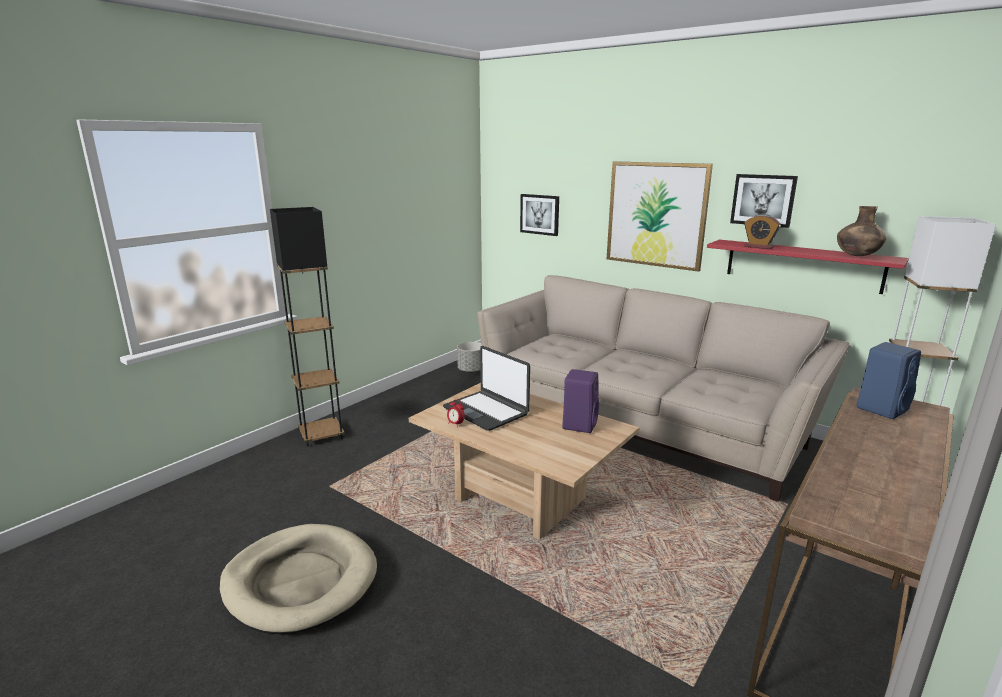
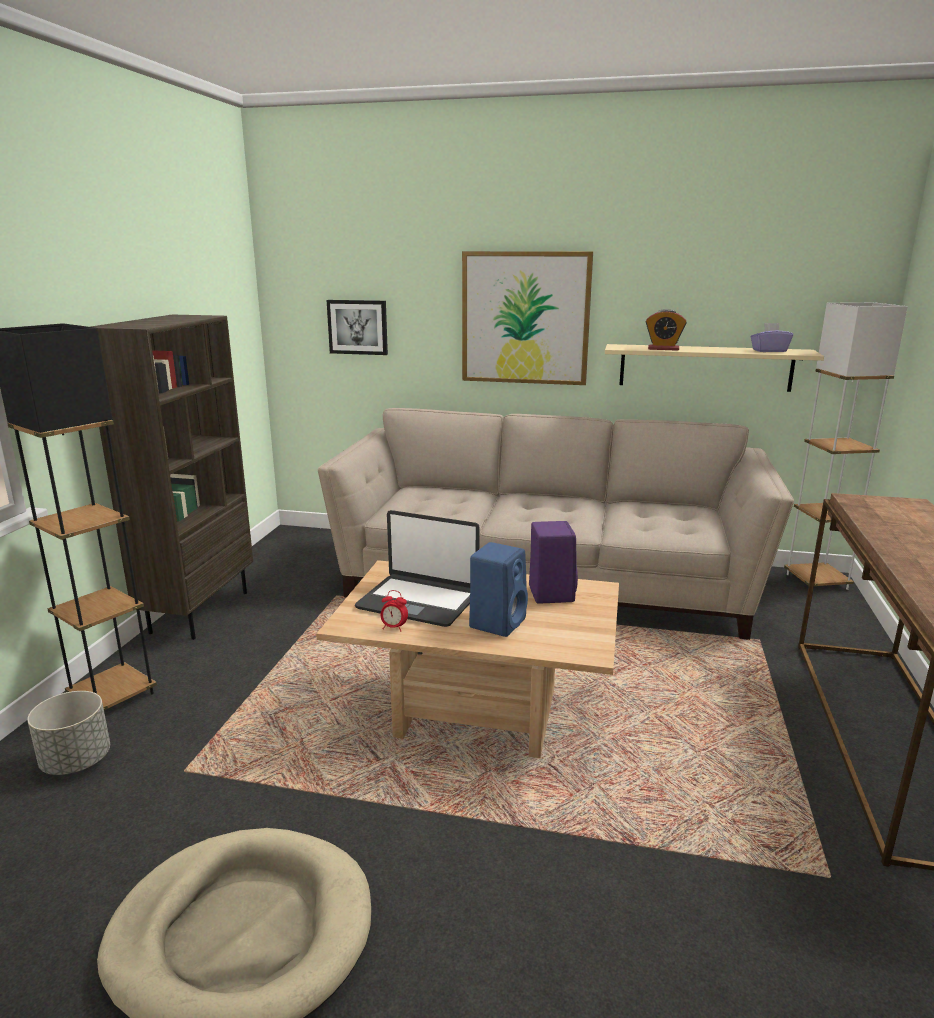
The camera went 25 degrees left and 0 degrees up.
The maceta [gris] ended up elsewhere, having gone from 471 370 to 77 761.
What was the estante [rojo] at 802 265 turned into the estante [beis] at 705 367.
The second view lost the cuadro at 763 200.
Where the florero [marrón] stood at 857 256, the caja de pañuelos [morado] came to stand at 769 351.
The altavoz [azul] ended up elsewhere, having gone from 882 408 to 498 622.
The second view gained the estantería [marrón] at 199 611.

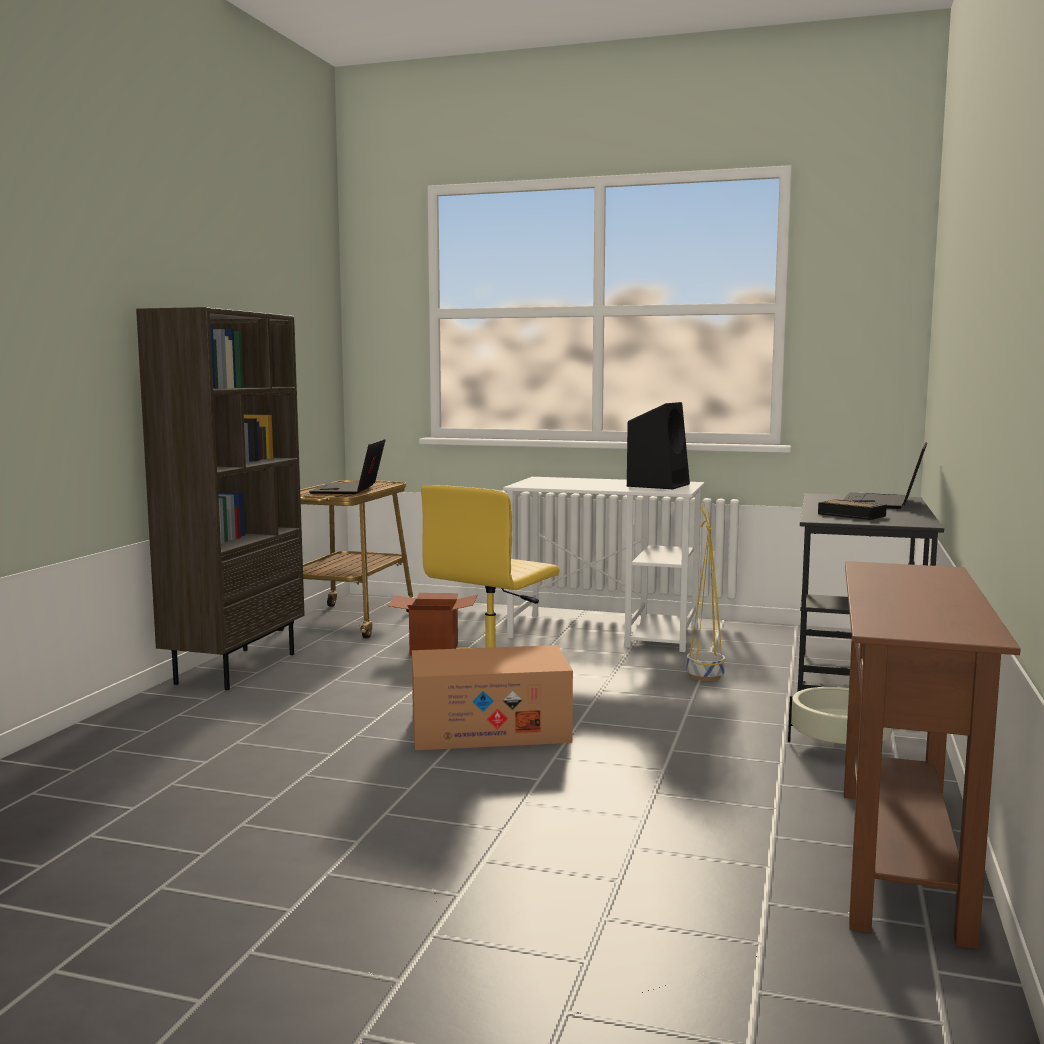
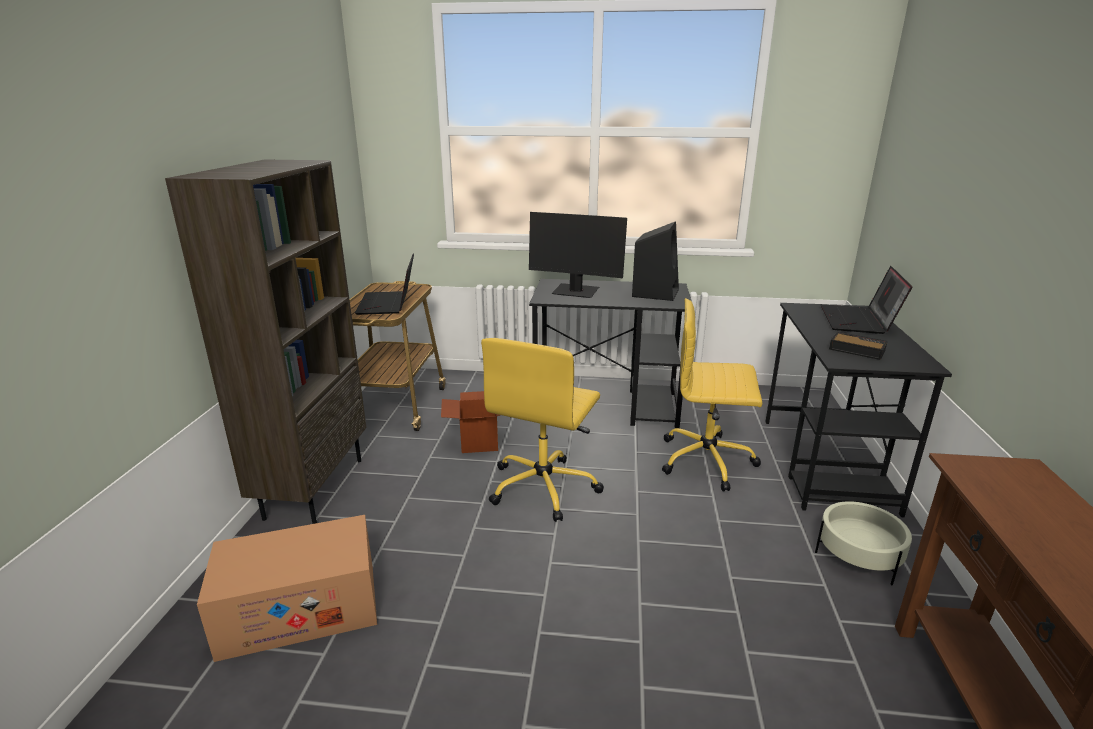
The camera went 10 degrees left and 15 degrees up.
The caja de cartón ended up elsewhere, having gone from 489 729 to 300 609.
What was the escritorio [blanco] at 605 633 turned into the escritorio [negro] at 608 406.
Where the maceta [amarillo] stood at 704 675, the silla de oficina [amarillo] came to stand at 708 460.
The second view gained the monitor at 575 292.

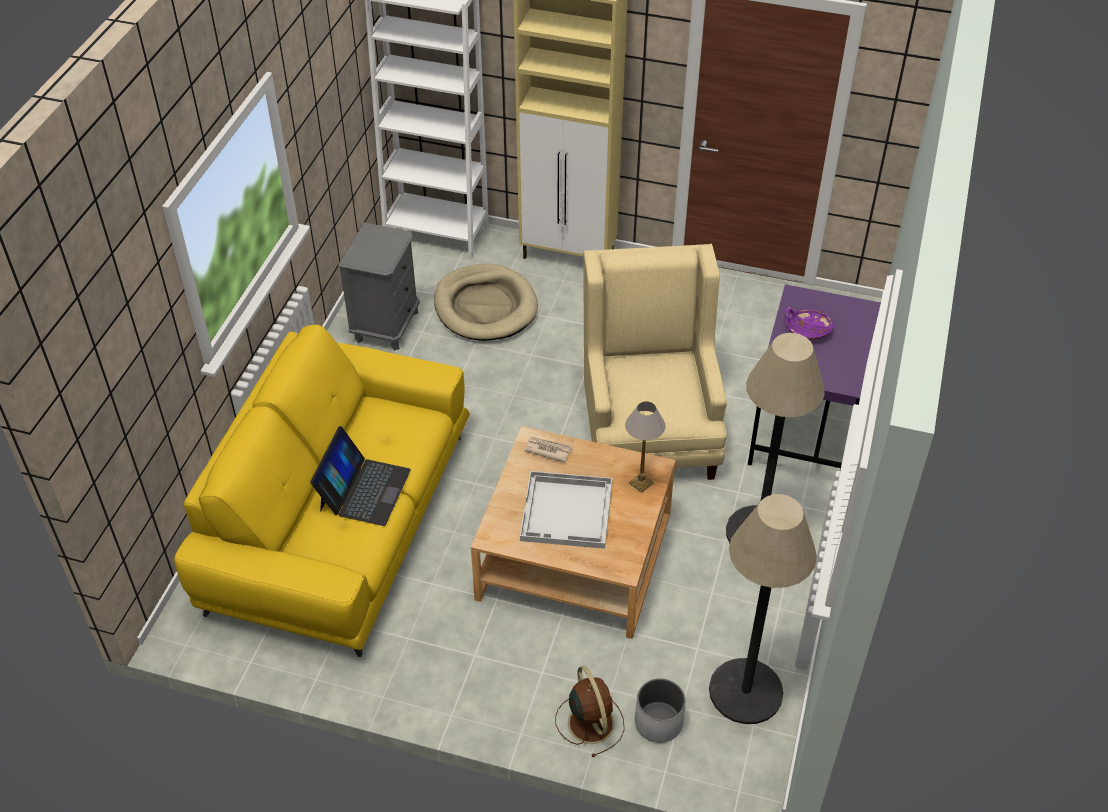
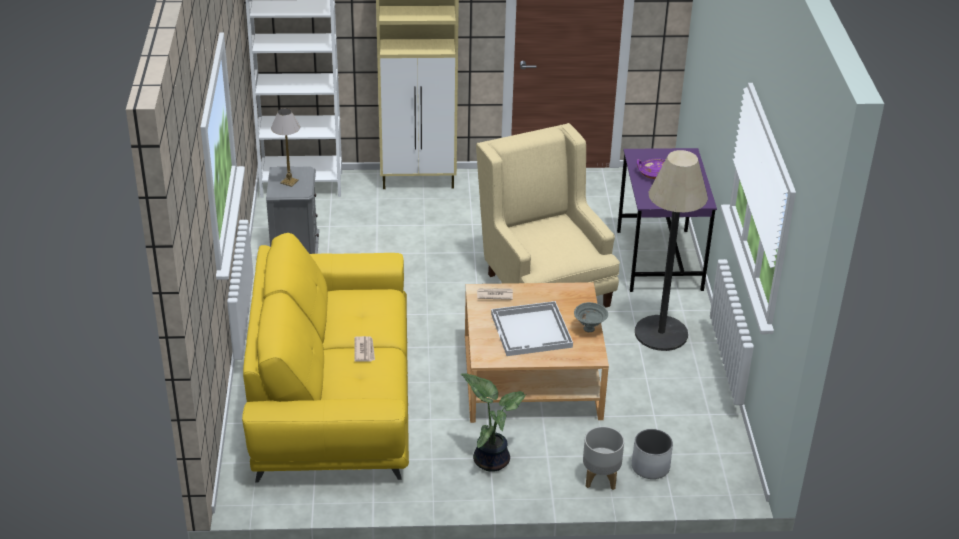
The camera went 20 degrees left and 10 degrees down.
Where the portátil stood at 364 490, the periódico came to stand at 364 350.
The second view lost the cama para perro [beis] at 485 306.
Where the ventilador [marrón] stood at 590 721, the maceta [gris] came to stand at 600 478.
The lámpara de mesa ended up elsewhere, having gone from 641 483 to 289 182.
The second view lost the lámpara de pie at 745 691.
The second view gained the planta en maceta at 491 459.
The second view gained the cuenco [gris] at 589 329.

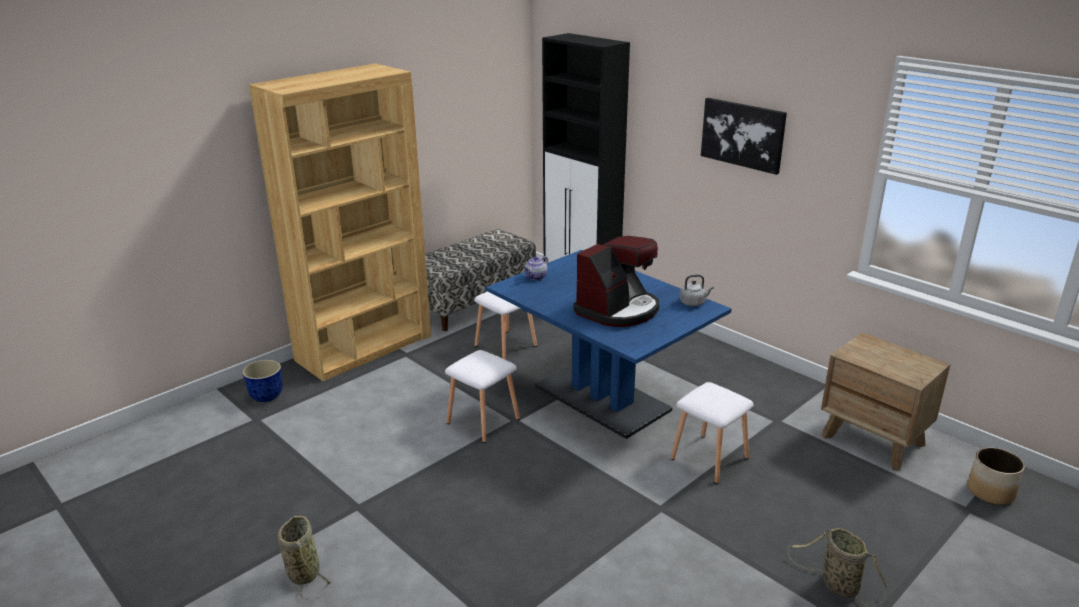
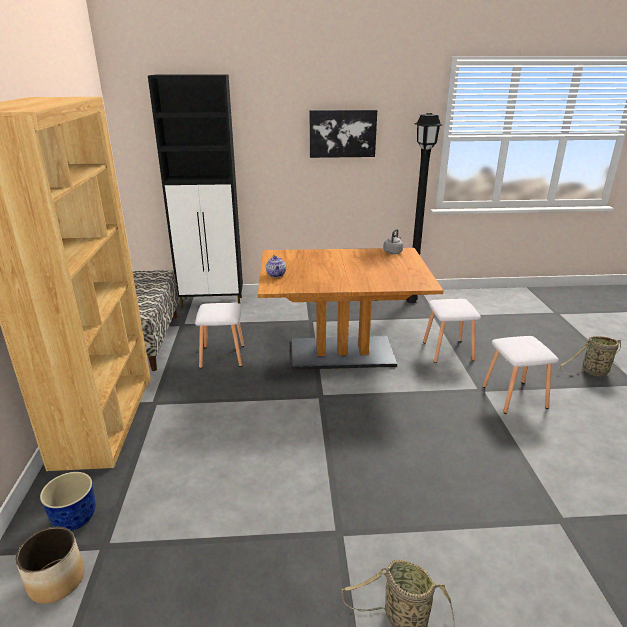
The camera went 50 degrees left and 0 degrees up.
The taburete [blanco] ended up elsewhere, having gone from 482 421 to 513 397.
What was the mesa de comedor [azul] at 602 398 turned into the mesa de comedor [marrón] at 342 353.
The second view lost the cafetera at 618 310.
The second view lost the mesita de noche [marrón] at 873 440.
The maceta ended up elsewhere, having gone from 990 491 to 56 580.
The second view gained the lámpara de pie [negro] at 411 300.

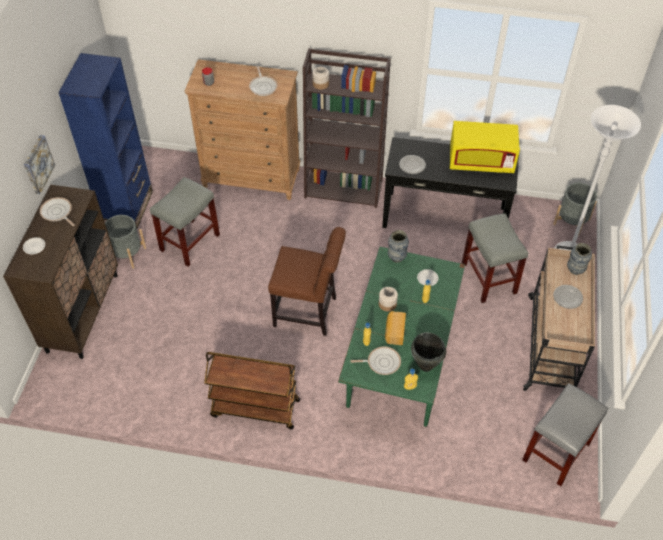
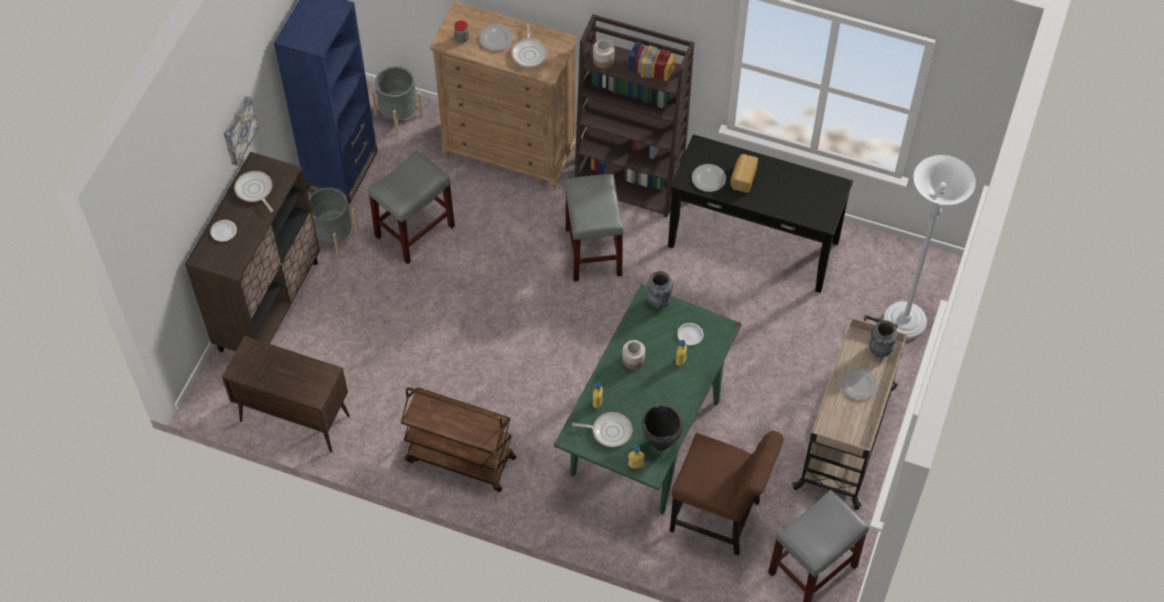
The camera went 10 degrees right and 5 degrees up.
The silla [marrón] ended up elsewhere, having gone from 309 313 to 719 518.
The pan ended up elsewhere, having gone from 394 332 to 742 178.
The second view lost the microondas [amarillo] at 481 161.
The taburete [gris] ended up elsewhere, having gone from 489 279 to 594 252.
The maceta [gris] ended up elsewhere, having gone from 571 222 to 399 115.
The second view gained the armario [marrón] at 293 418.
The second view gained the plato at 496 39.

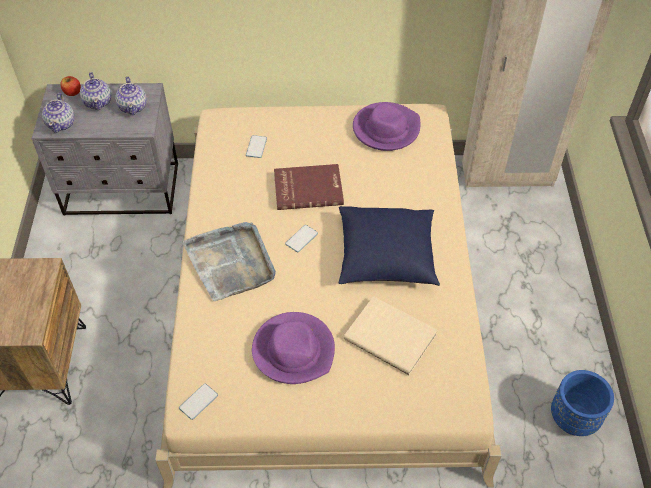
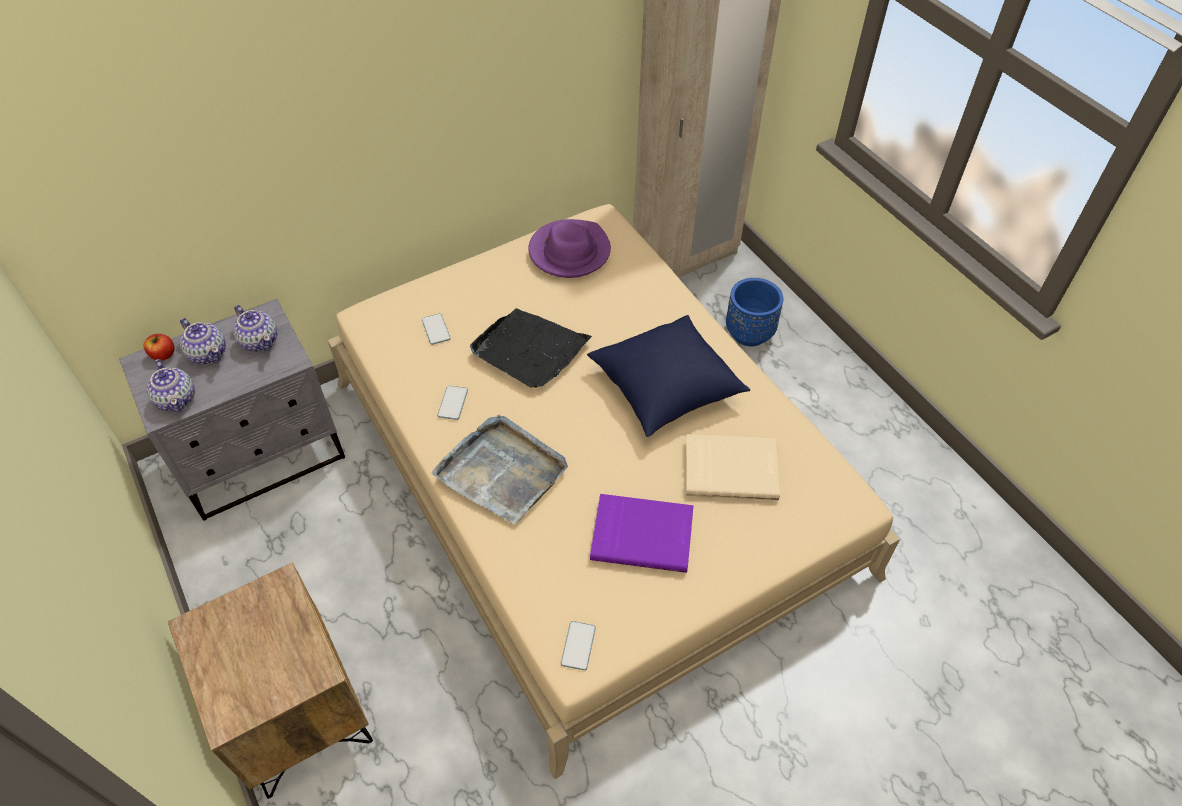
The camera went 30 degrees left and 0 degrees up.
Where the sombrero [morado] stood at 294 350, the libro [morado] came to stand at 642 533.
Where the libro [rojo] stood at 308 188, the bandeja [negro] came to stand at 529 350.
The móvil ended up elsewhere, having gone from 301 239 to 453 403.
The maceta [azul] ended up elsewhere, having gone from 573 419 to 749 333.

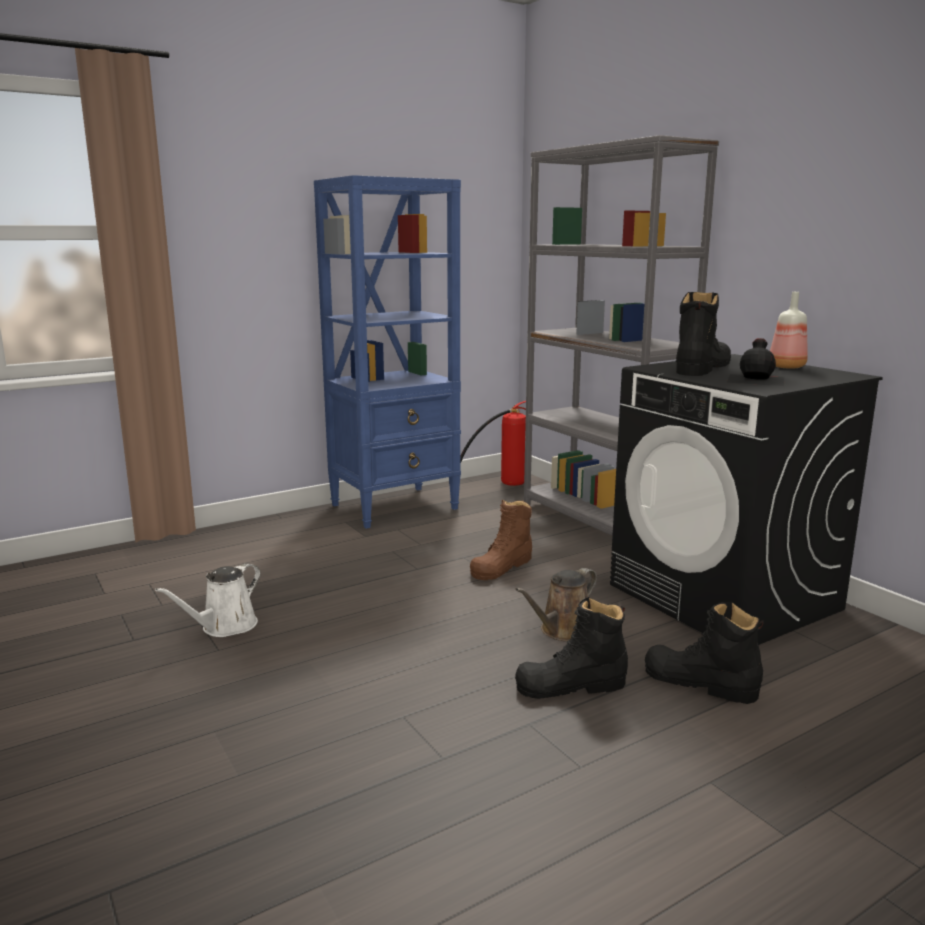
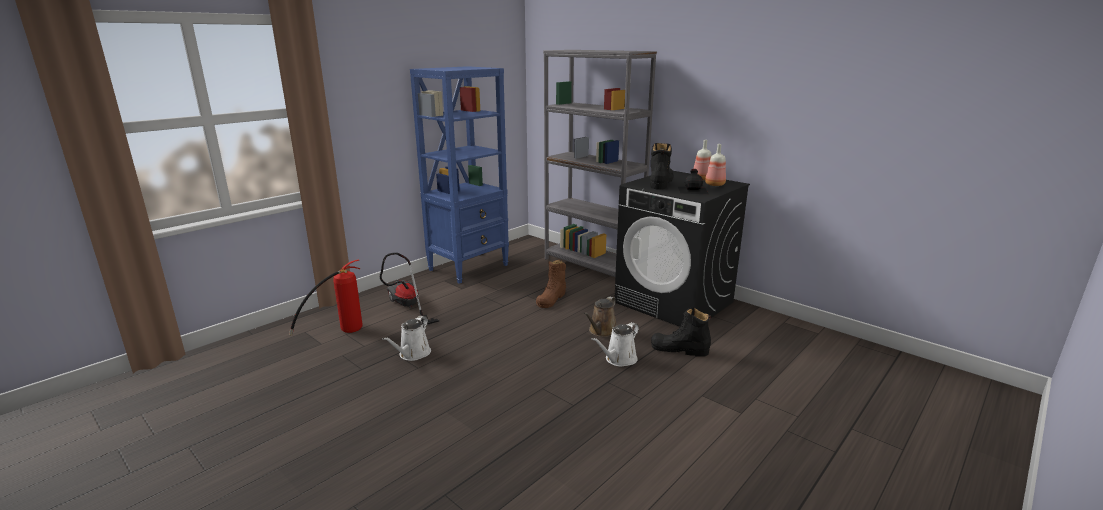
The camera went 15 degrees left and 5 degrees up.
The extintor ended up elsewhere, having gone from 501 485 to 340 333.
Where the bota [negro] stood at 571 685, the regadera [blanco] came to stand at 619 359.
The second view gained the aspiradora at 406 307.
The second view gained the botella at 714 184.

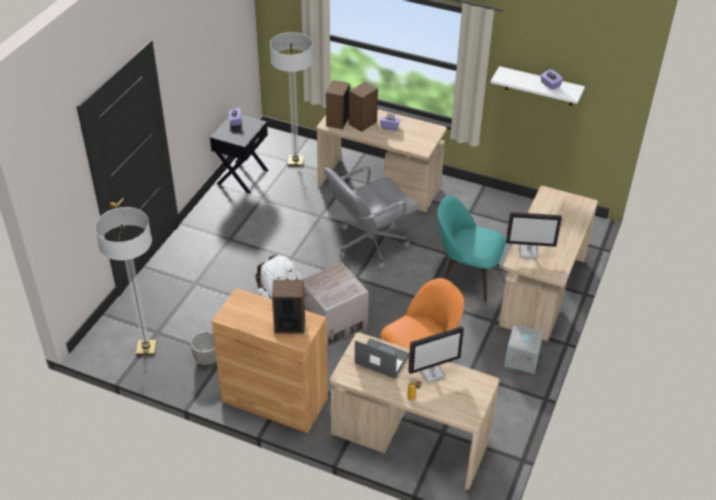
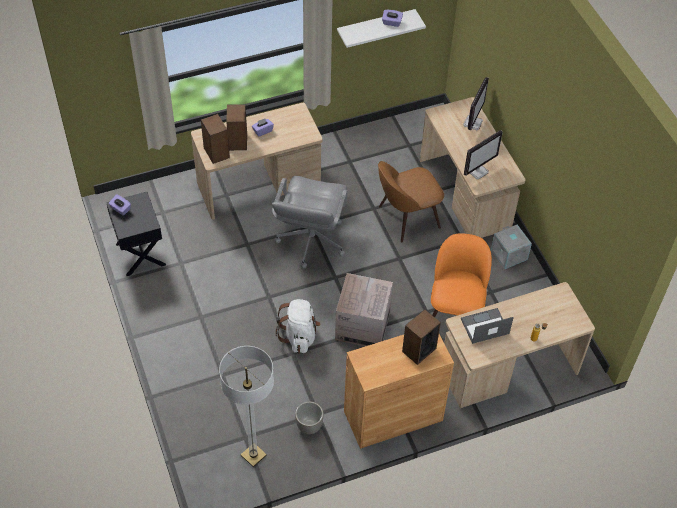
The camera went 45 degrees left and 10 degrees up.
The second view lost the lámpara de pie at 295 161.
The monitor ended up elsewhere, having gone from 432 372 to 473 122.
What was the silla [turquesa] at 466 276 turned into the silla [marrón] at 406 218.

